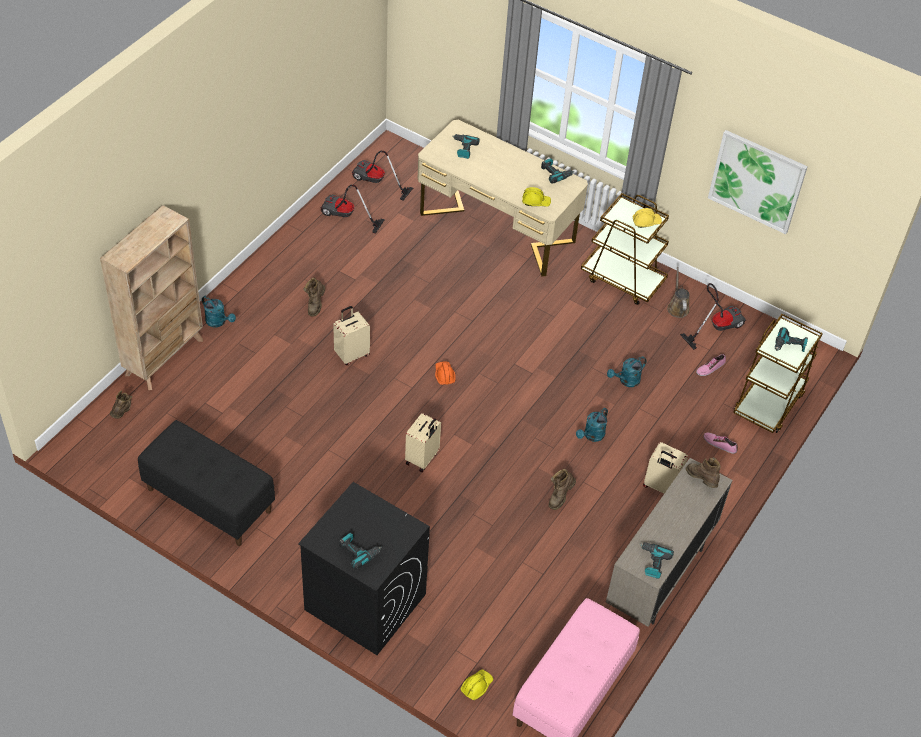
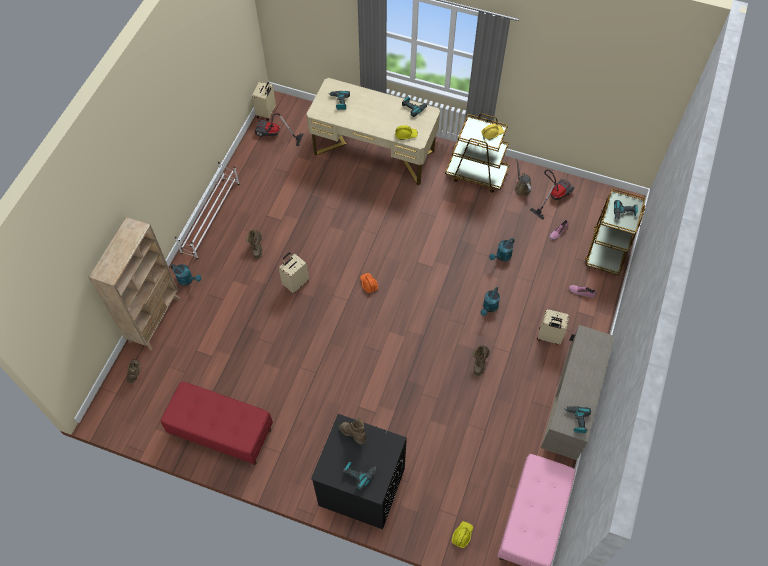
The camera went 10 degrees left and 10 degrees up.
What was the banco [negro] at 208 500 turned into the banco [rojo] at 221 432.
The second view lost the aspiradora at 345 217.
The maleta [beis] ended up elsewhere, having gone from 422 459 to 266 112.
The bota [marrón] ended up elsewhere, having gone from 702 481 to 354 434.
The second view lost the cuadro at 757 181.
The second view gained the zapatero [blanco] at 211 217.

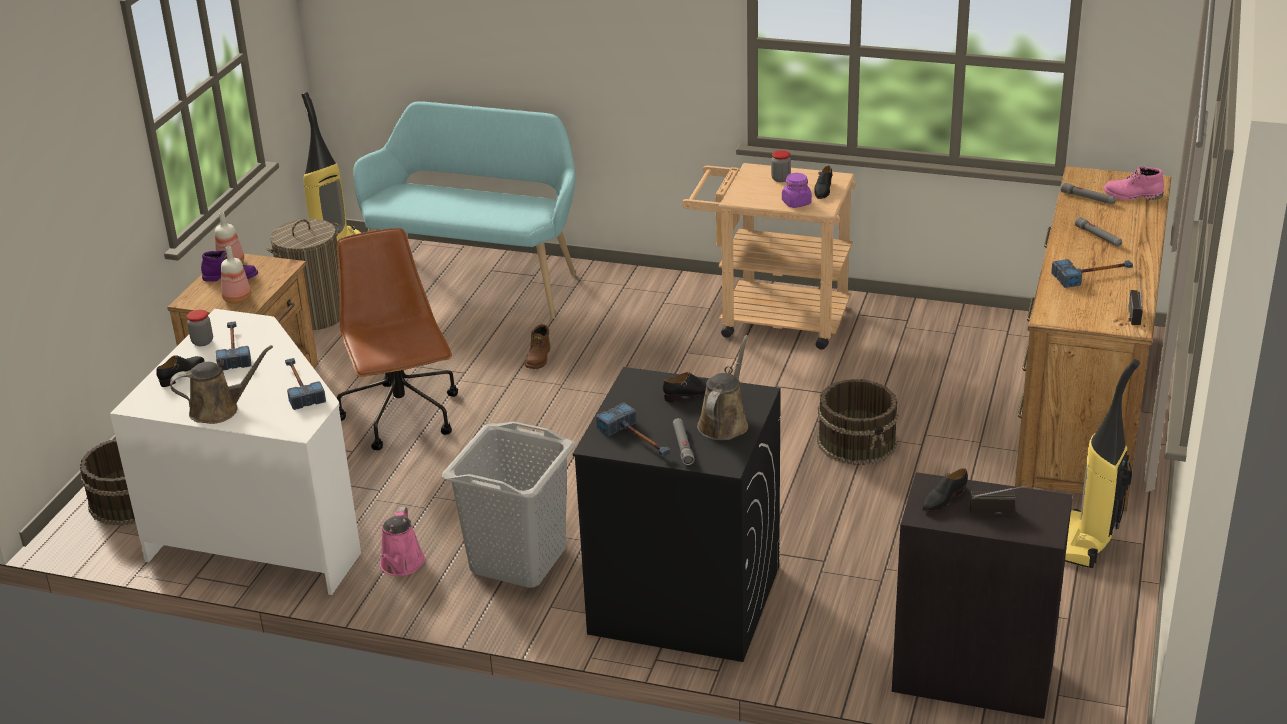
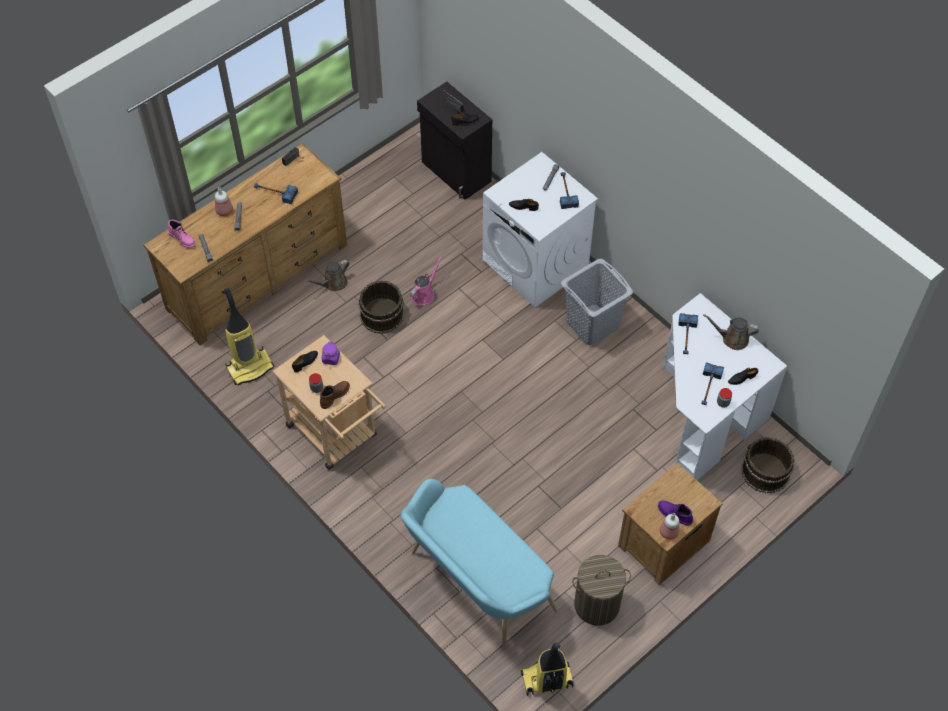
The camera went 150 degrees left and 25 degrees up.
The botella ended up elsewhere, having gone from 236 299 to 225 211.
The second view lost the silla de oficina [marrón] at 402 417.
The regadera [rosa] ended up elsewhere, having gone from 401 565 to 424 294.
The bota [marrón] ended up elsewhere, having gone from 539 358 to 334 395.
What was the lavadora [negro] at 683 600 turned into the lavadora [blanco] at 536 264.
The regadera [marrón] ended up elsewhere, having gone from 724 423 to 333 283.
The aspiradora ended up elsewhere, having gone from 1083 544 to 250 367.

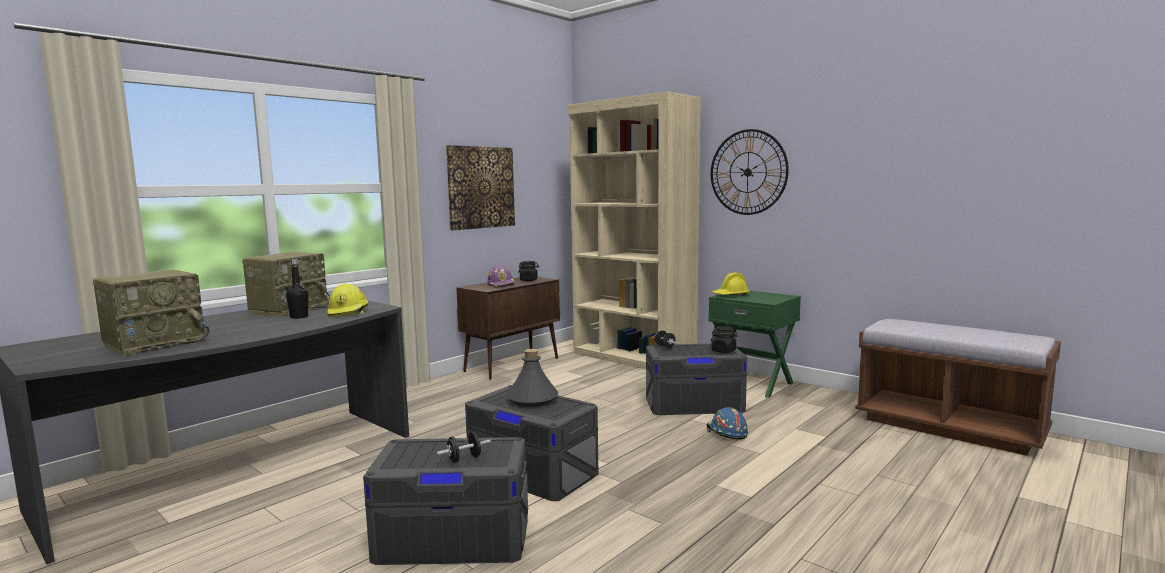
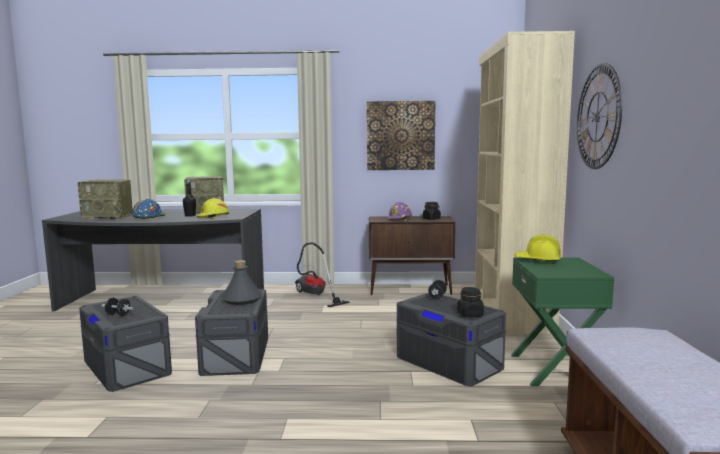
The camera went 50 degrees right and 0 degrees up.
The casco [azul] ended up elsewhere, having gone from 726 433 to 148 217.
The second view gained the aspiradora at 315 295.

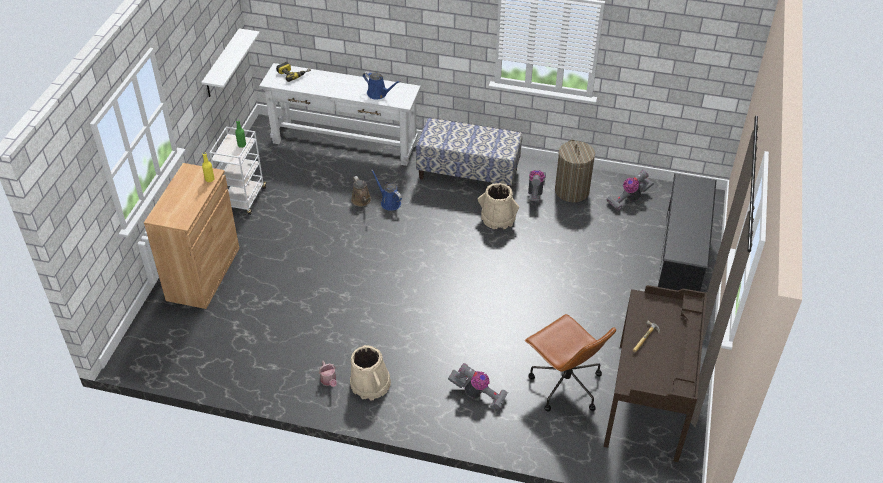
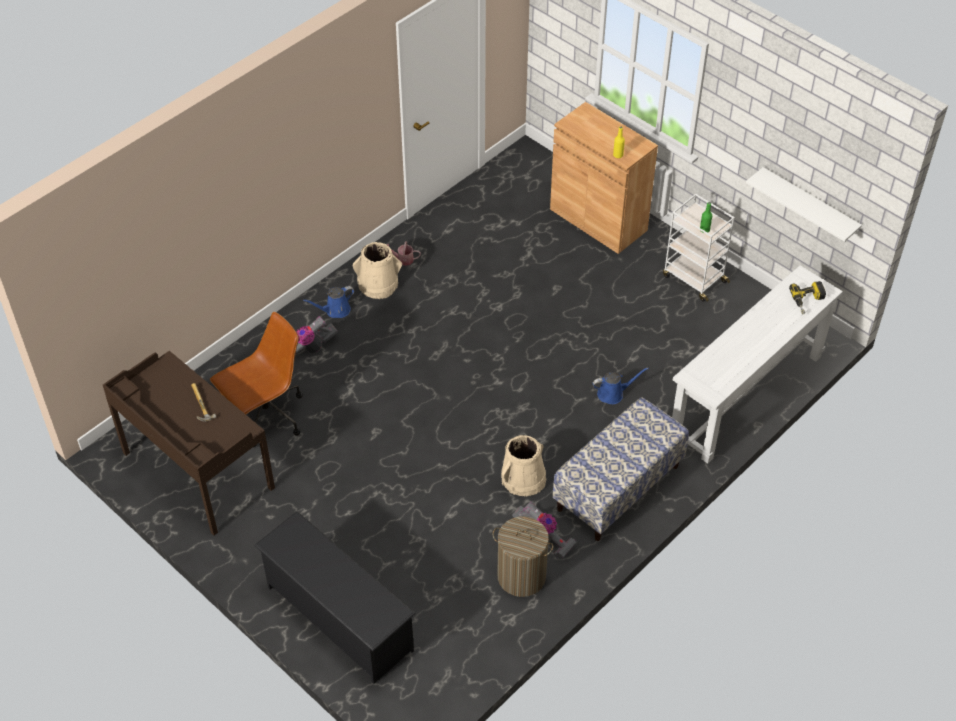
The camera went 120 degrees right and 5 degrees up.
The second view lost the regadera [marrón] at 362 201.
The regadera [azul] ended up elsewhere, having gone from 378 94 to 335 310.
The silla de oficina [marrón] at 564 385 ended up facing another way, 150 degrees clockwise from before.
The second view lost the aspiradora at 629 199.

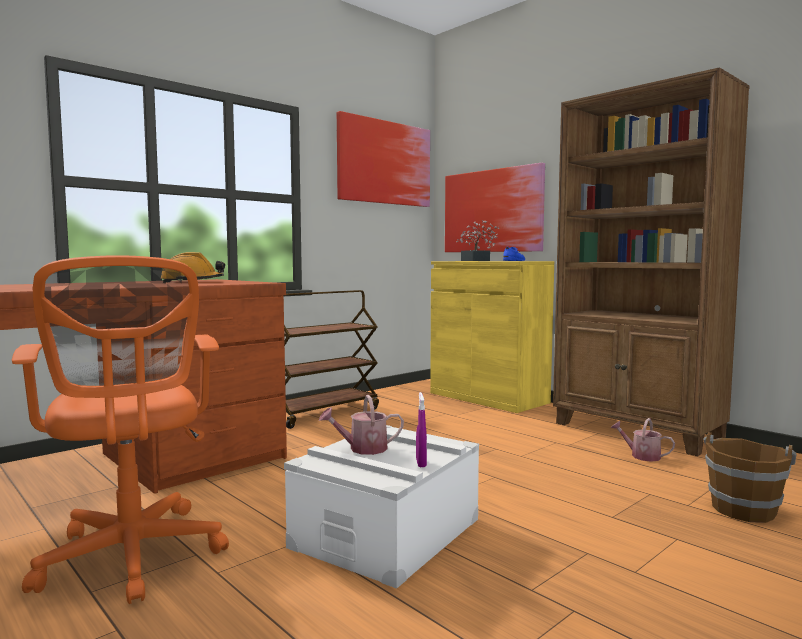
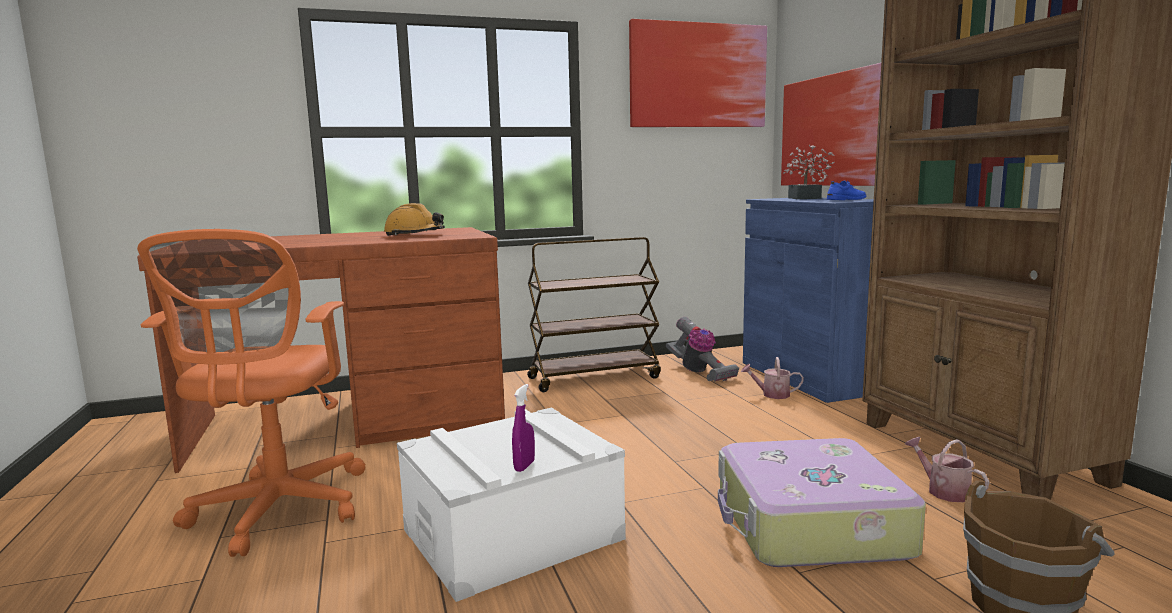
The camera went 25 degrees right and 5 degrees up.
The regadera ended up elsewhere, having gone from 362 449 to 771 394.
What was the armario [amarillo] at 488 398 turned into the armario [azul] at 810 377.
The second view gained the aspiradora at 699 372.
The second view gained the maleta at 809 524.

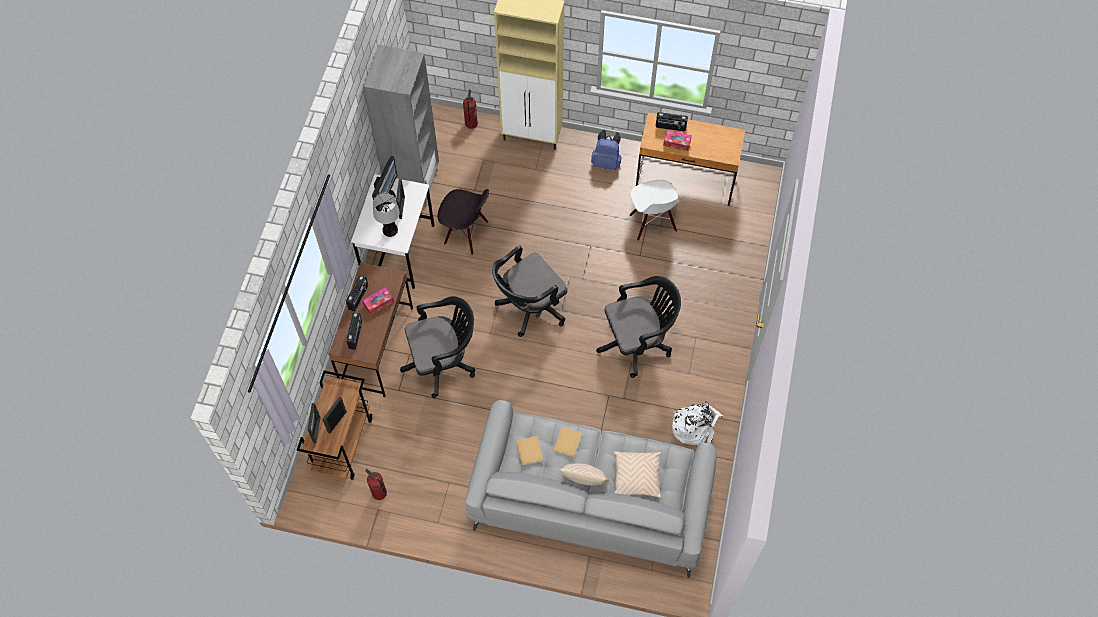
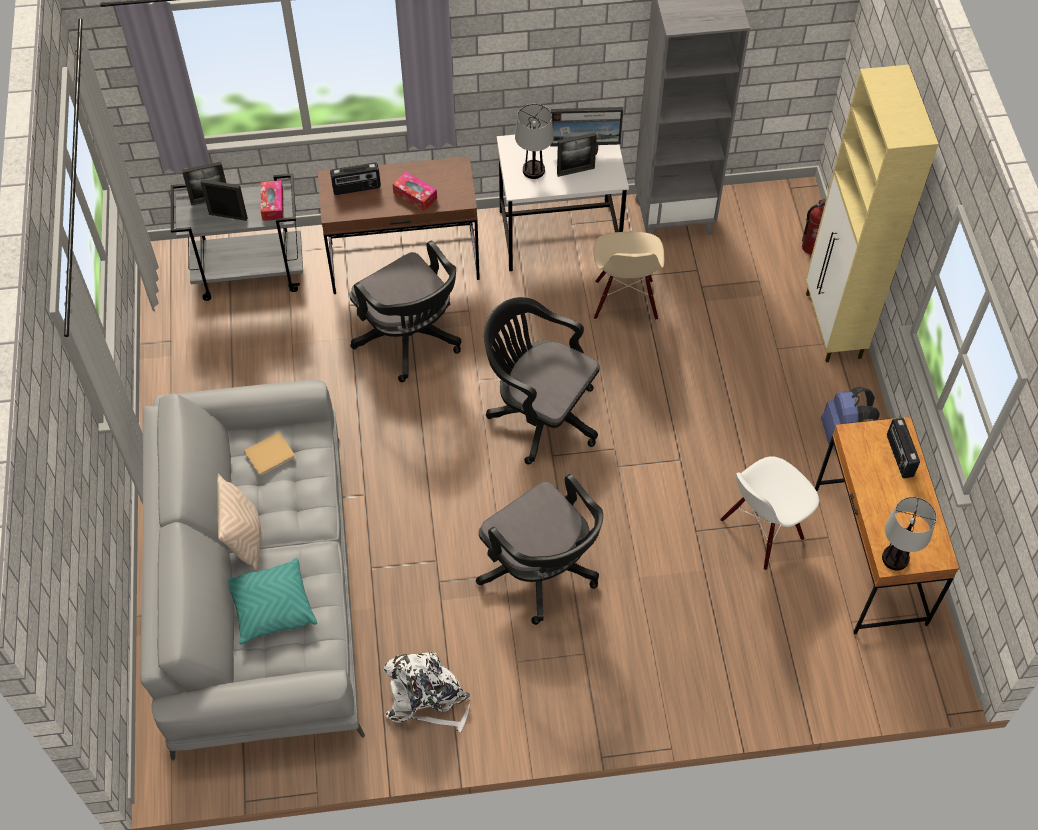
The camera went 70 degrees right and 5 degrees down.
What was the carrito [marrón] at 343 444 turned into the carrito [gris] at 251 273.
The second view lost the radio at 358 297.
The second view lost the extintor at 379 493.
What was the silla [negro] at 466 233 turned into the silla [beis] at 625 300.
The second view lost the libro [beis] at 568 441.
What was the cojín [beis] at 637 477 turned into the cojín [turquesa] at 272 607.
The caja de pañuelos ended up elsewhere, having gone from 676 143 to 272 204.
The second view gained the lámpara de mesa at 895 558.

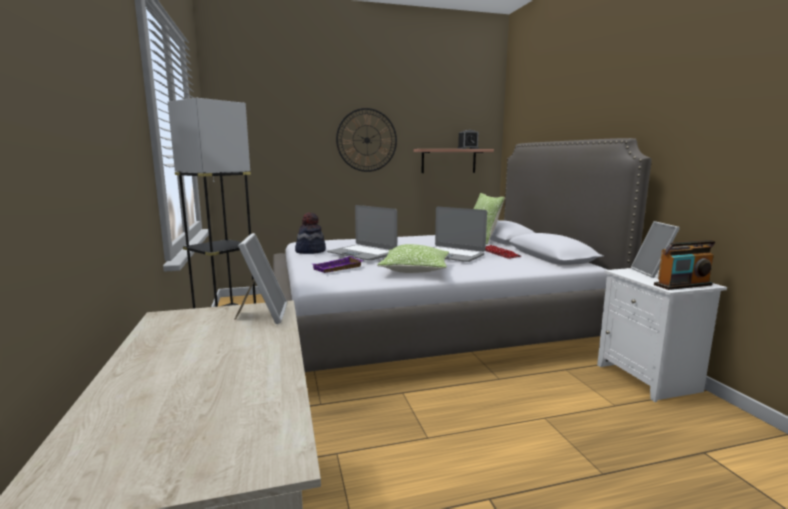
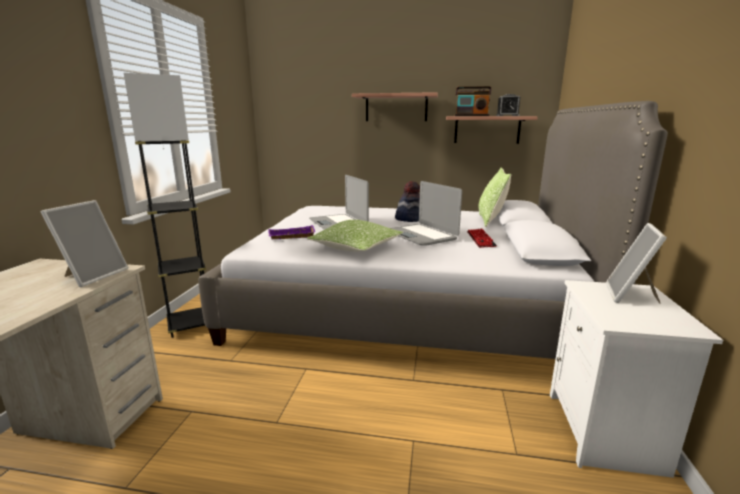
The camera went 25 degrees right and 5 degrees up.
The sombrero ended up elsewhere, having gone from 310 251 to 409 219.
Where the reloj de pared hung at 367 140, the estante came to hang at 396 108.
The radio ended up elsewhere, having gone from 683 285 to 471 116.

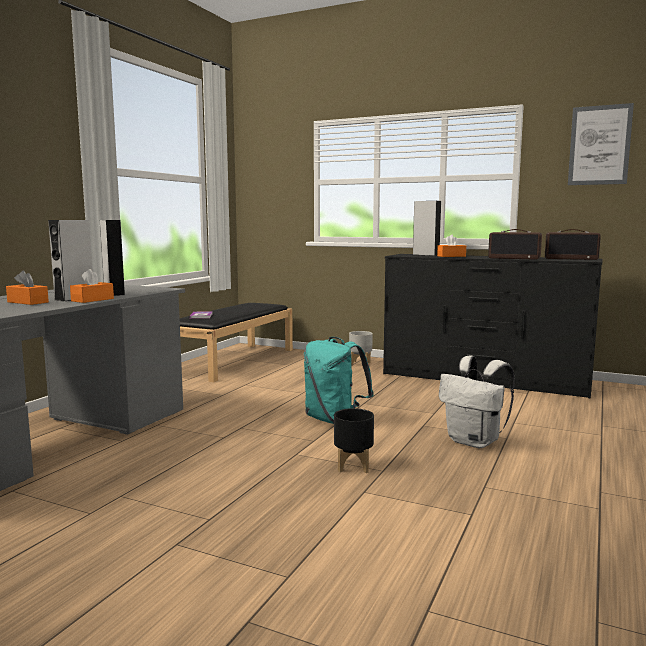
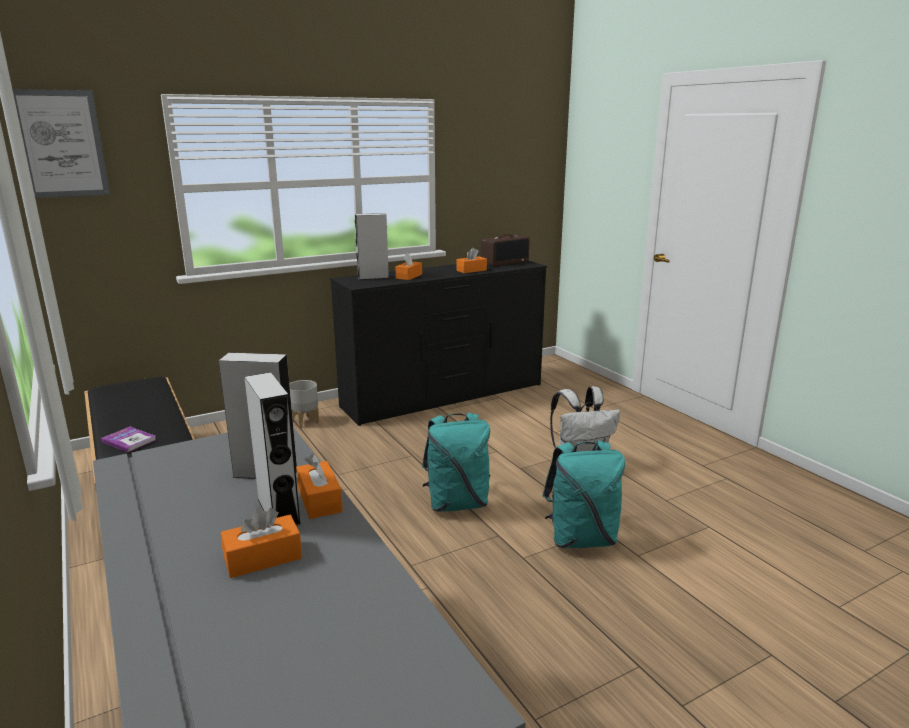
The camera went 55 degrees left and 10 degrees up.
Where the maceta [negro] stood at 354 466, the mochila [turquesa] came to stand at 581 538.
Where the radio stood at 514 258, the caja de pañuelos [naranja] came to stand at 471 270.
The cuadro ended up elsewhere, having gone from 599 145 to 61 144.

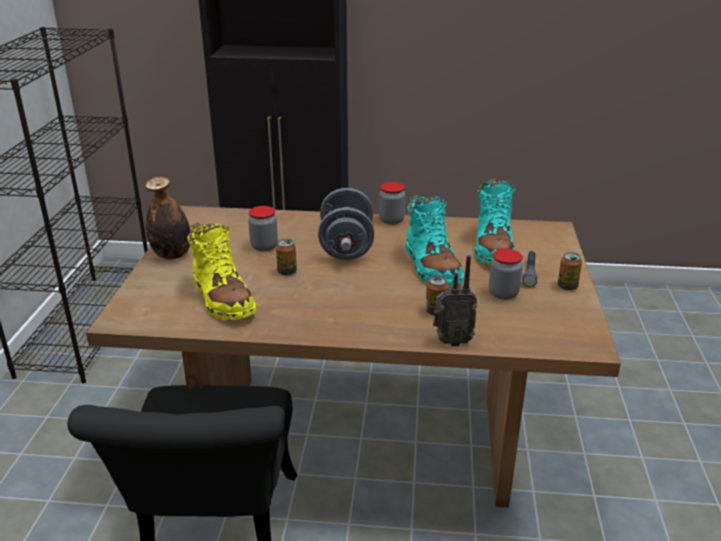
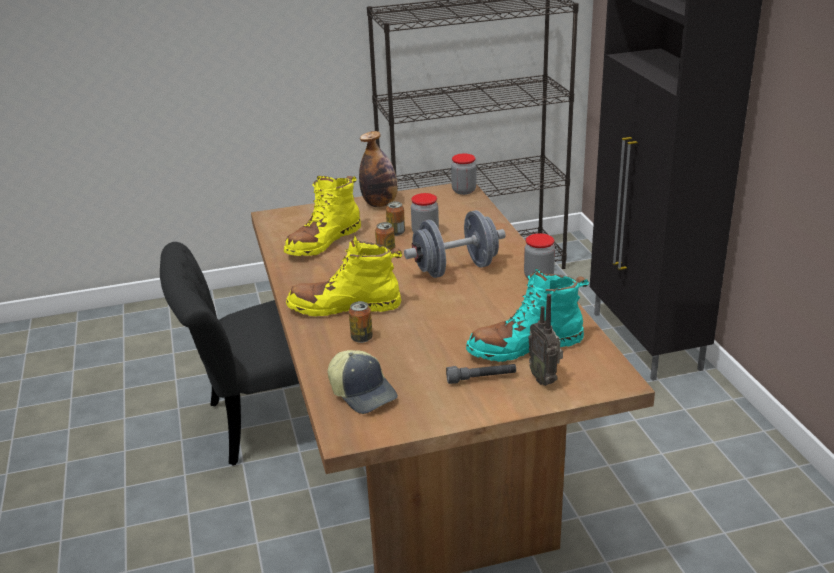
The camera went 70 degrees right and 0 degrees up.
The second view lost the bota [turquesa] at 431 267.
The radio ended up elsewhere, having gone from 451 341 to 544 379.
The tarro ended up elsewhere, having gone from 503 293 to 464 190.
The lata ended up elsewhere, having gone from 567 286 to 396 233.
The second view gained the bota [amarillo] at 345 307.
The second view gained the gorra at 363 393.

